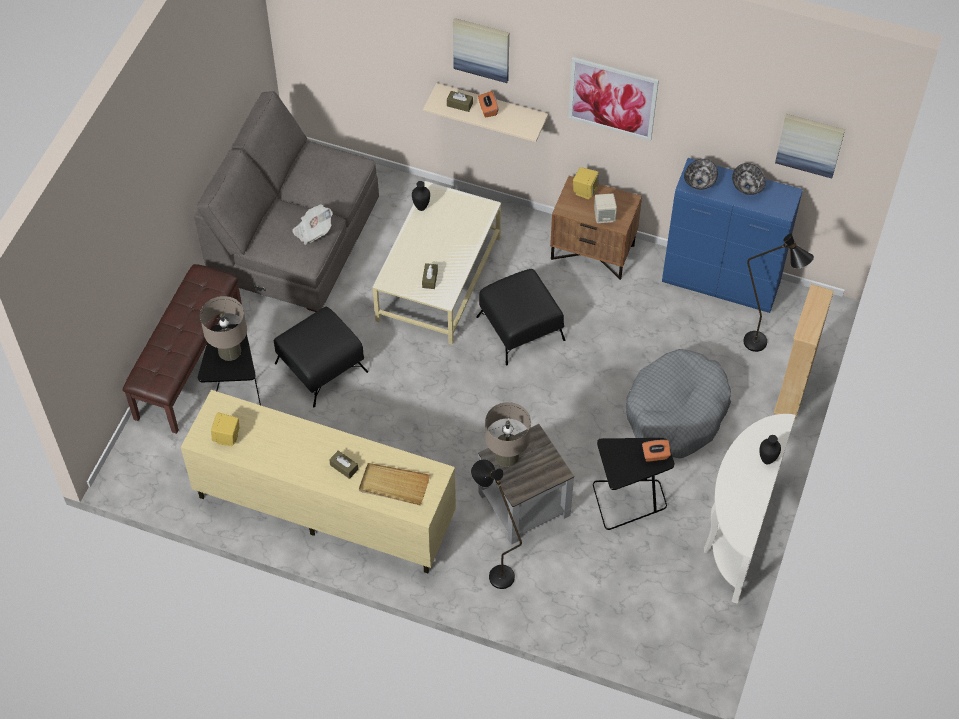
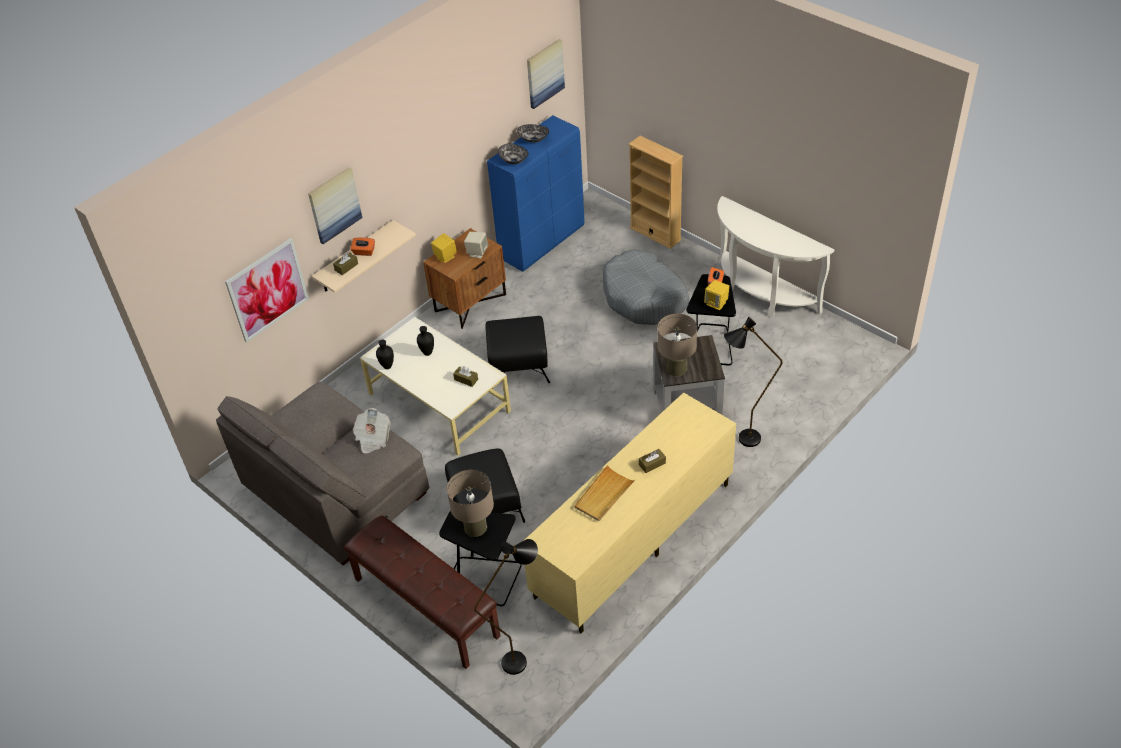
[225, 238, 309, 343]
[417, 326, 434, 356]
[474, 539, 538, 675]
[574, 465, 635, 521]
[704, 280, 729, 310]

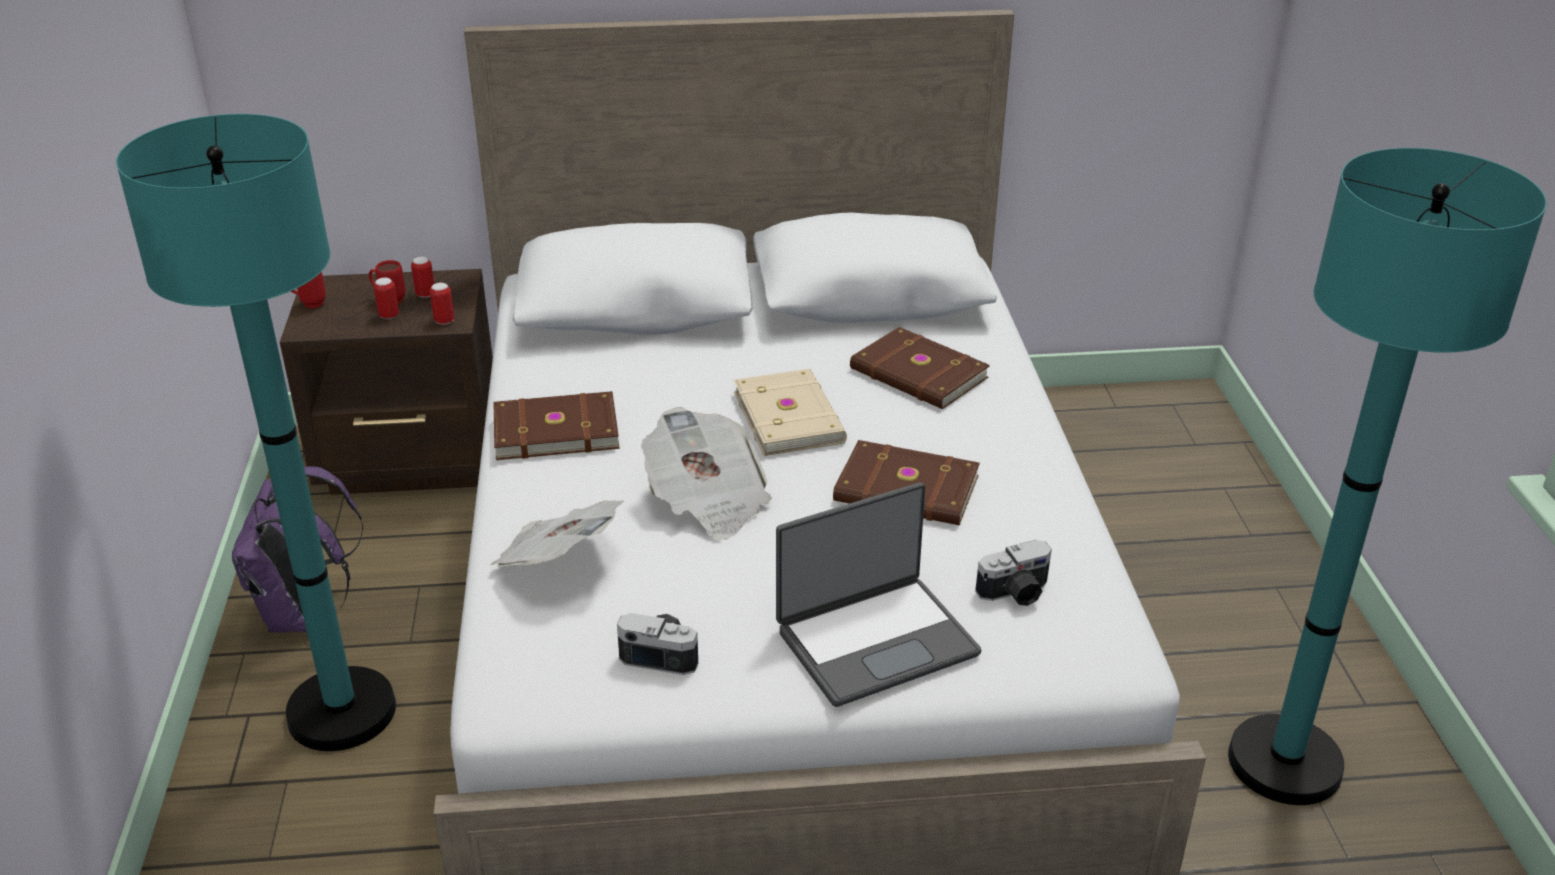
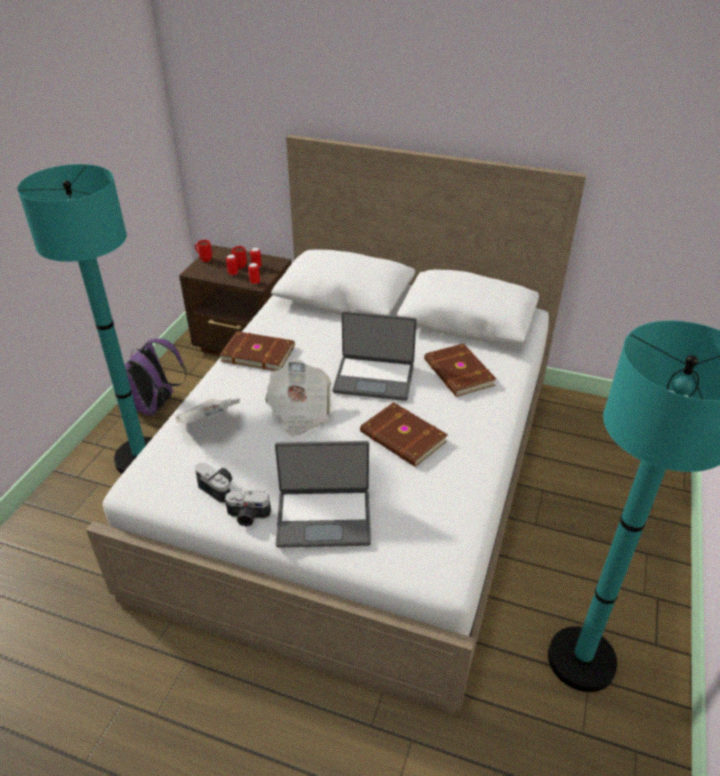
[225, 490, 271, 526]
[332, 311, 417, 401]

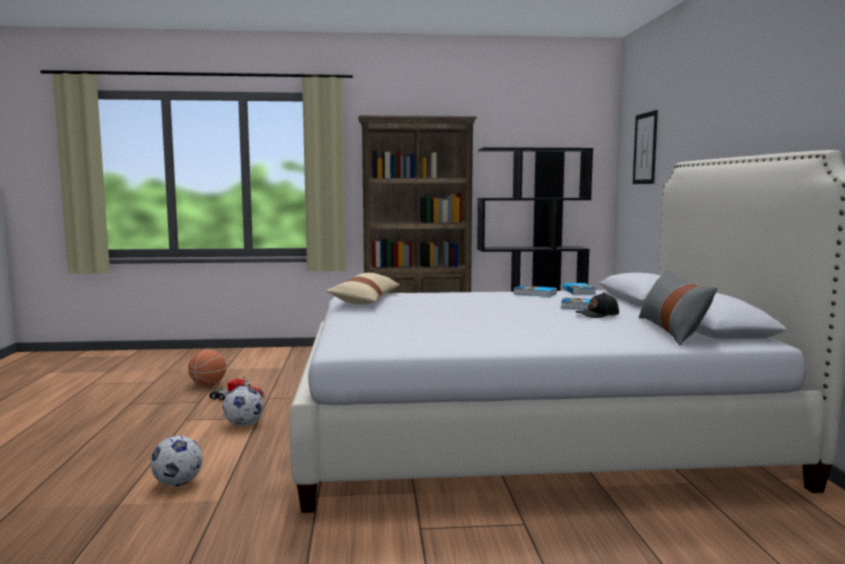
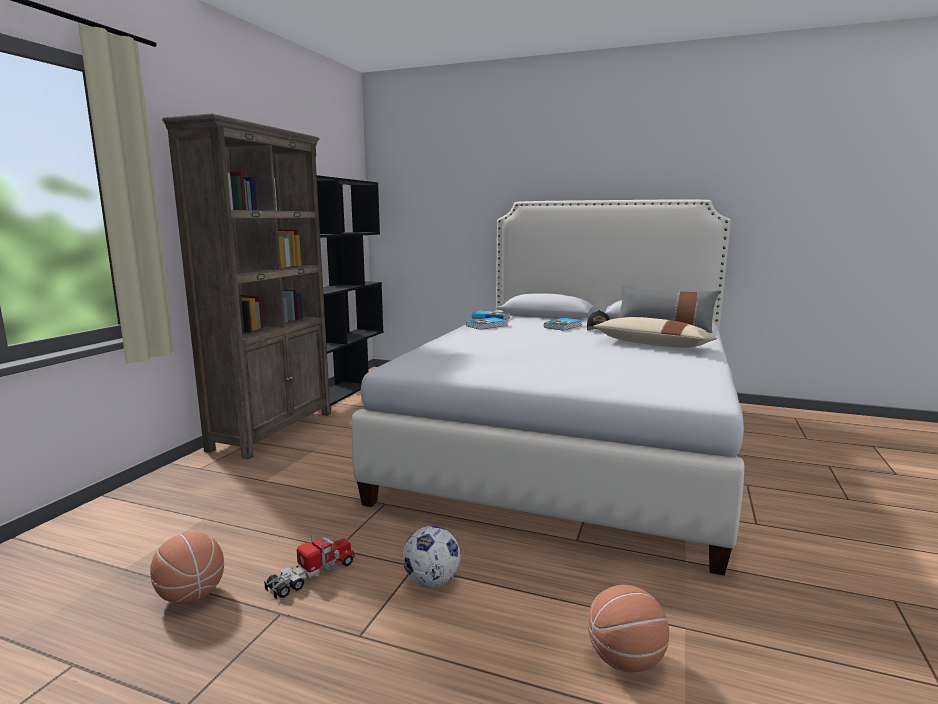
[588, 585, 669, 673]
[593, 317, 717, 348]
[633, 110, 658, 184] (first image)

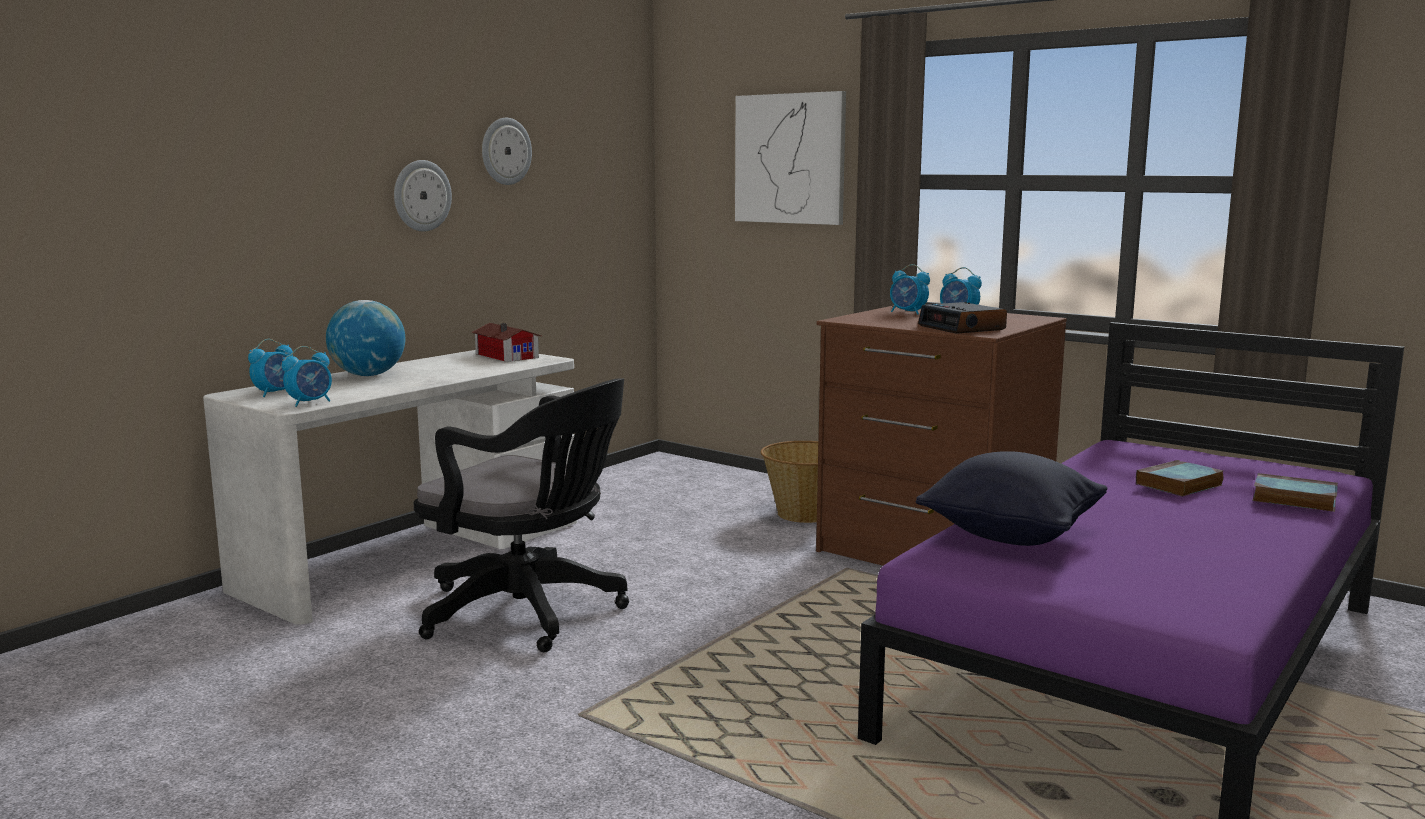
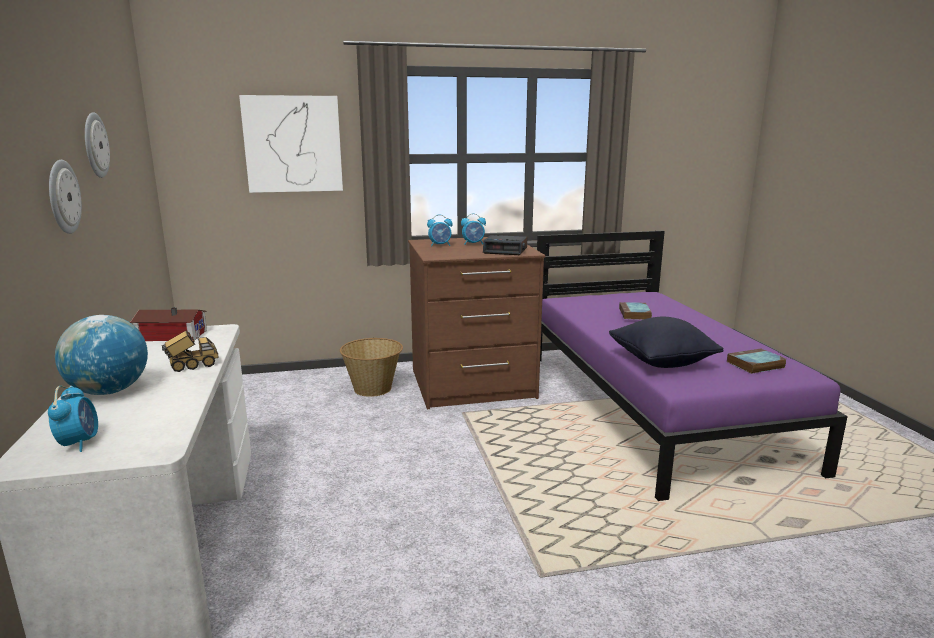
[162, 330, 219, 372]
[727, 348, 786, 374]
[282, 346, 332, 407] (first image)
[414, 378, 629, 652] (first image)

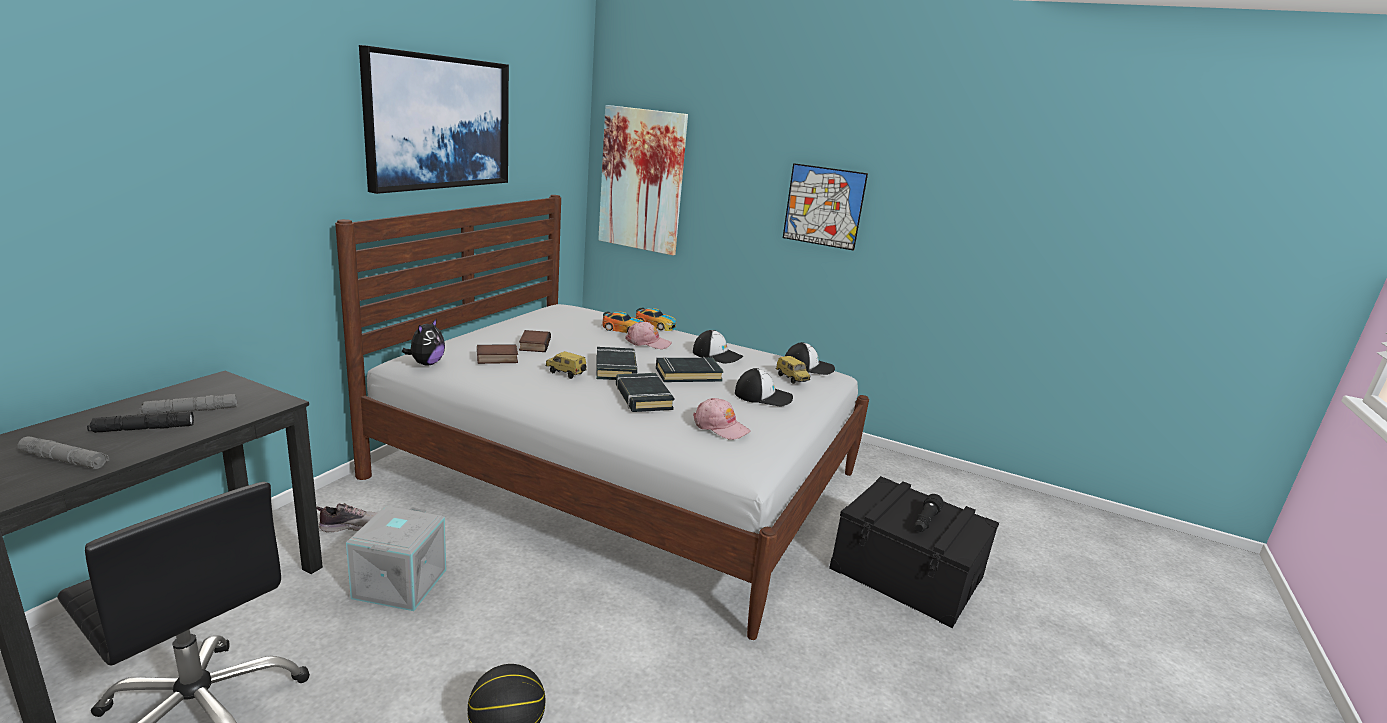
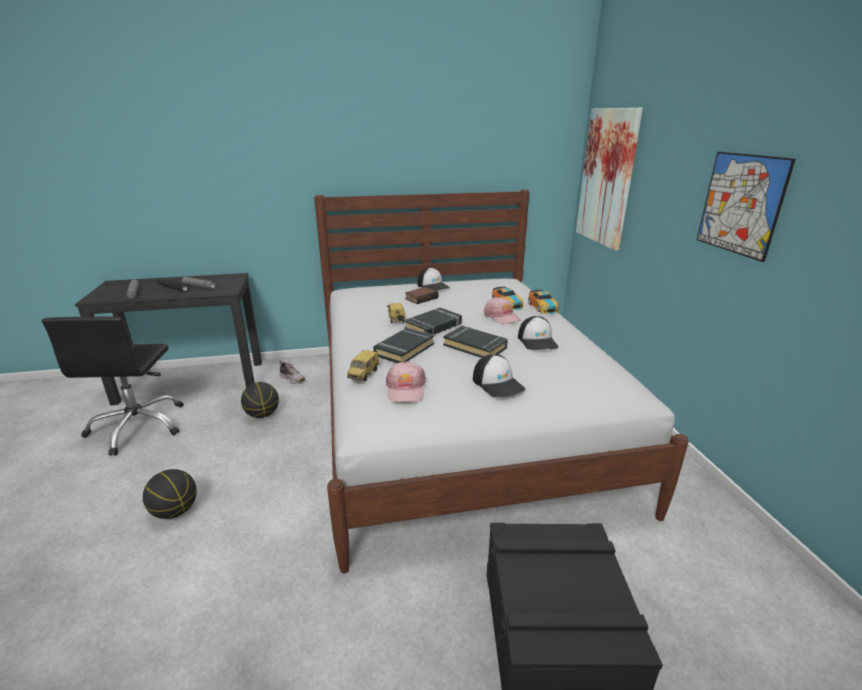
[241, 382, 279, 418]
[347, 350, 380, 381]
[417, 268, 450, 291]
[359, 45, 509, 194] (first image)
[402, 318, 445, 366] (first image)
[477, 344, 518, 364] (first image)
[914, 494, 944, 532] (first image)

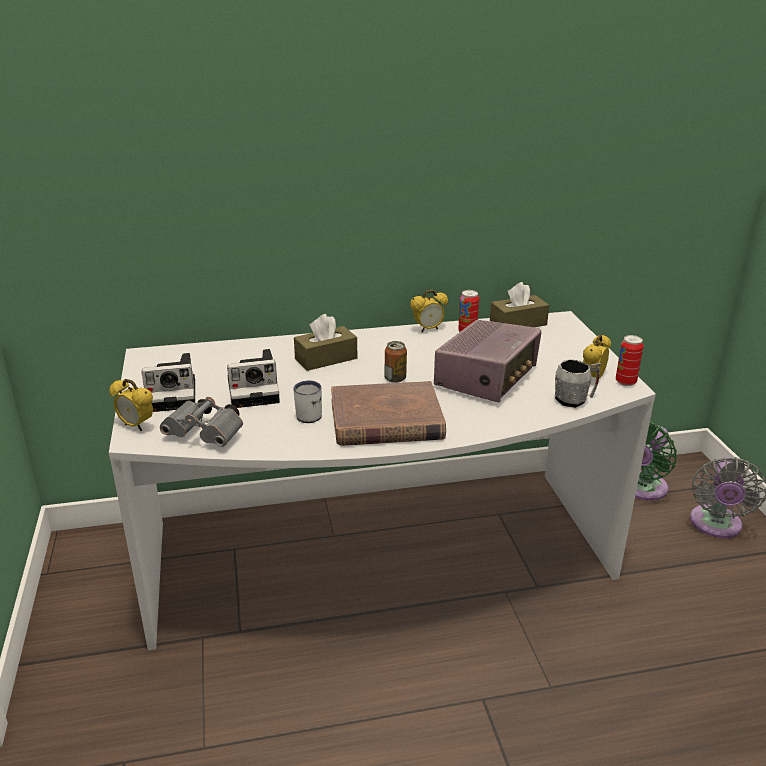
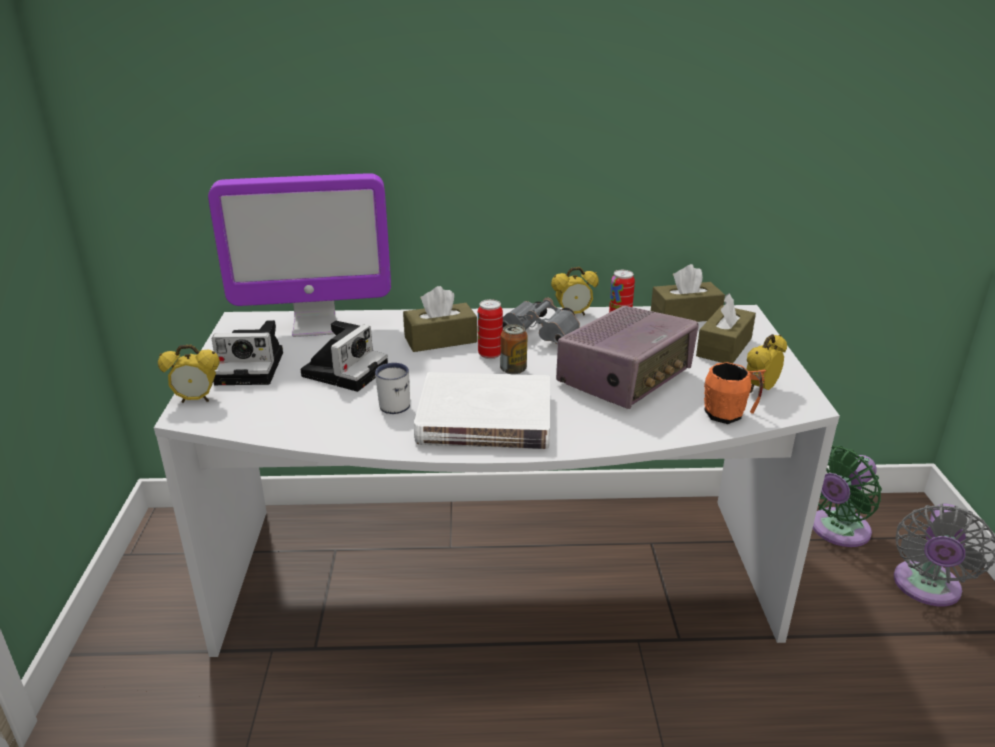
[158, 344, 220, 403]
[208, 173, 391, 337]
[300, 321, 388, 392]
[414, 372, 550, 449]
[478, 299, 503, 359]
[503, 297, 580, 344]
[696, 293, 756, 363]
[704, 362, 766, 424]

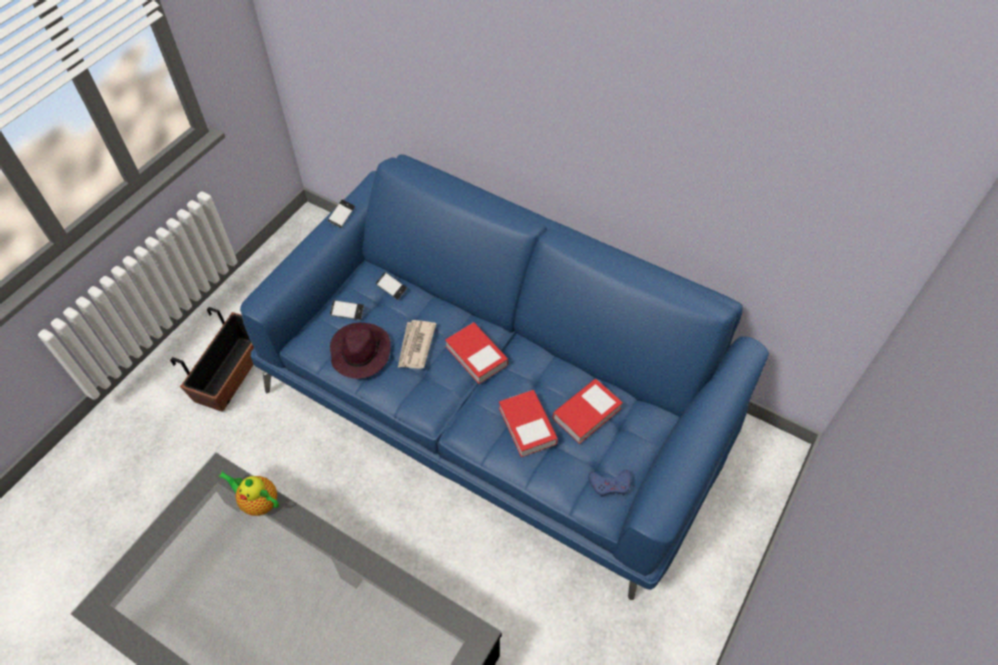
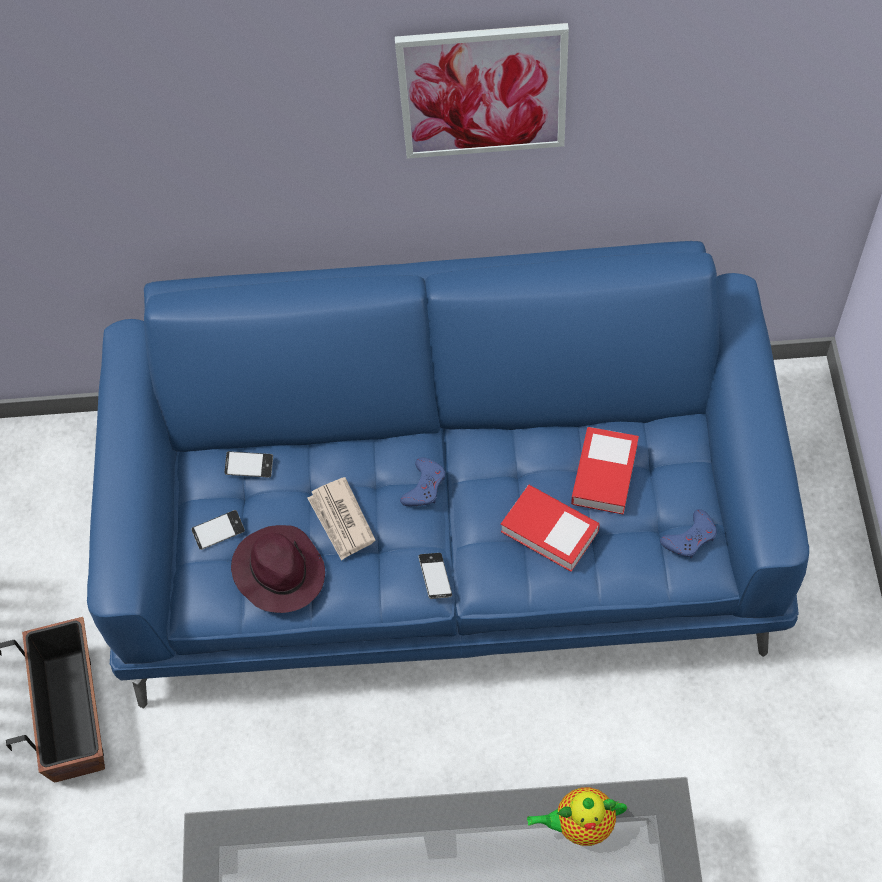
[395, 23, 569, 158]
[400, 457, 445, 506]
[418, 553, 452, 599]
[527, 787, 627, 846]

